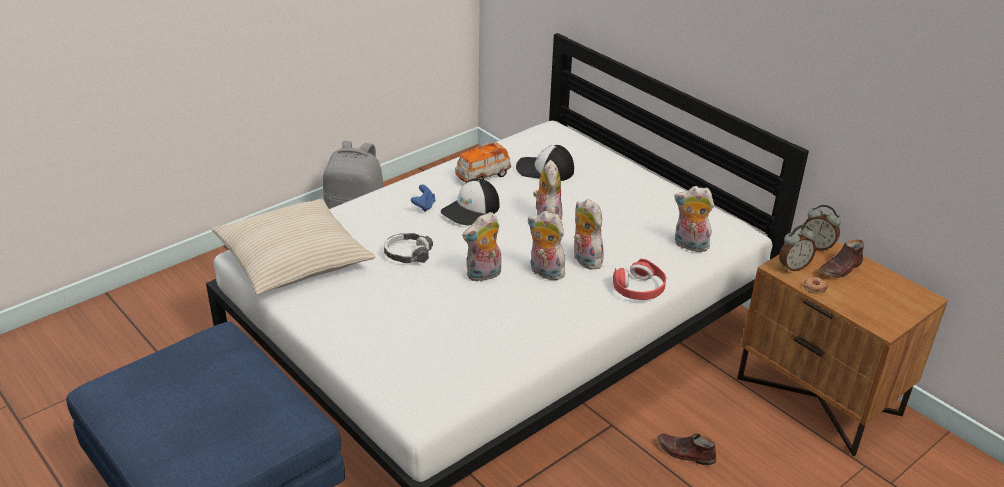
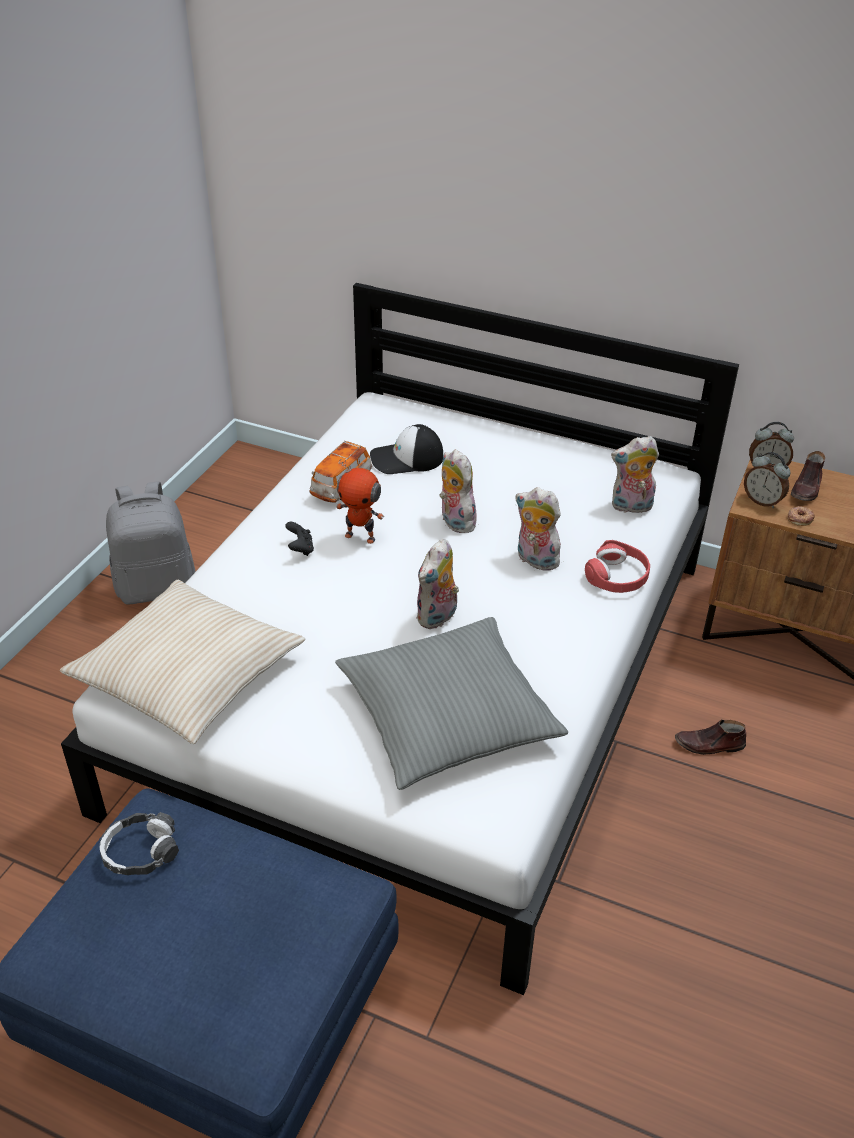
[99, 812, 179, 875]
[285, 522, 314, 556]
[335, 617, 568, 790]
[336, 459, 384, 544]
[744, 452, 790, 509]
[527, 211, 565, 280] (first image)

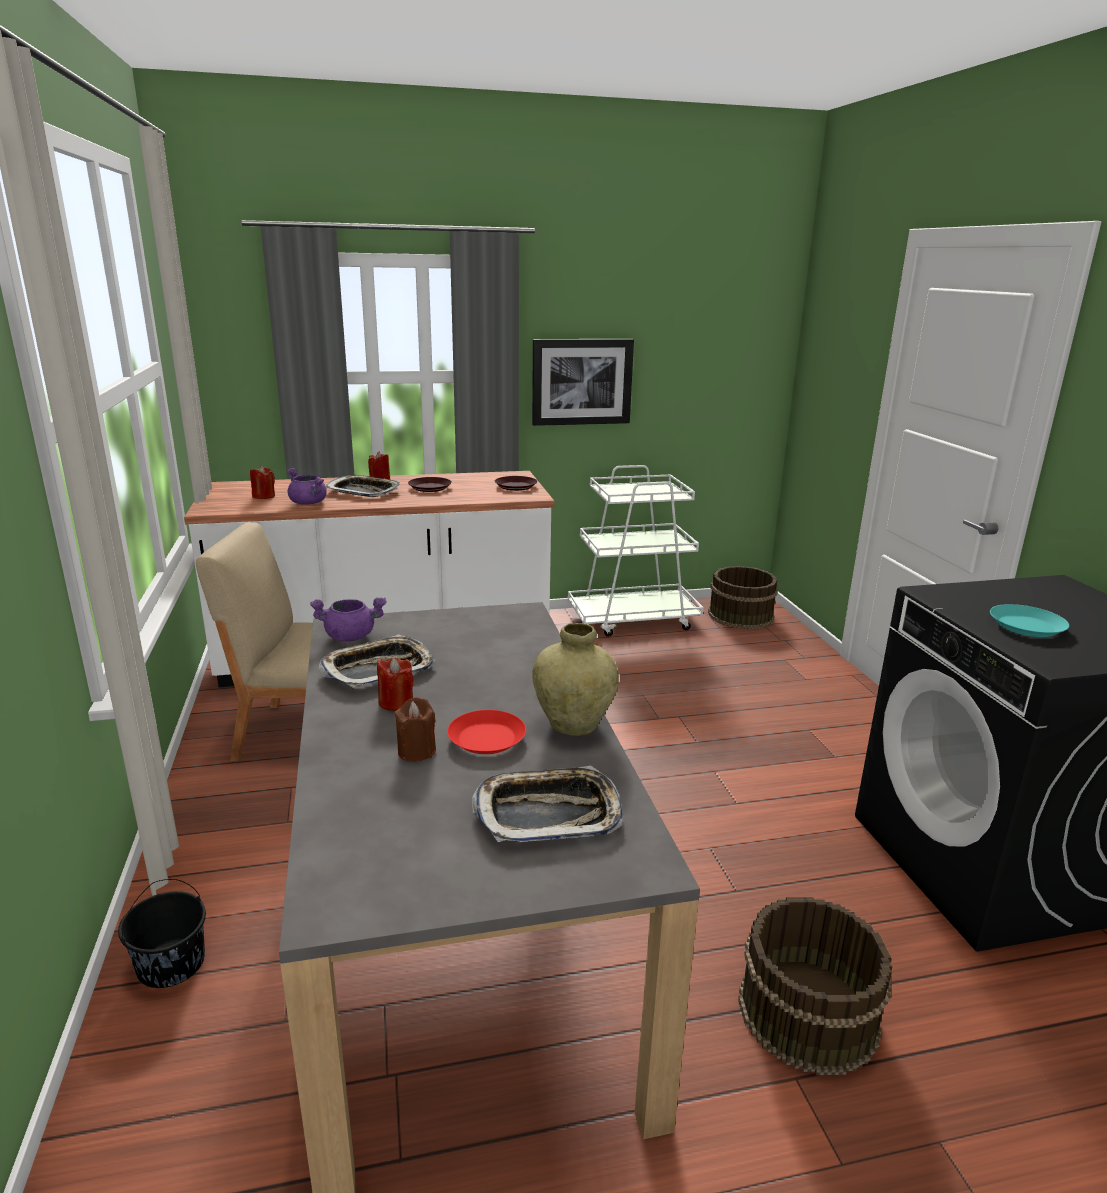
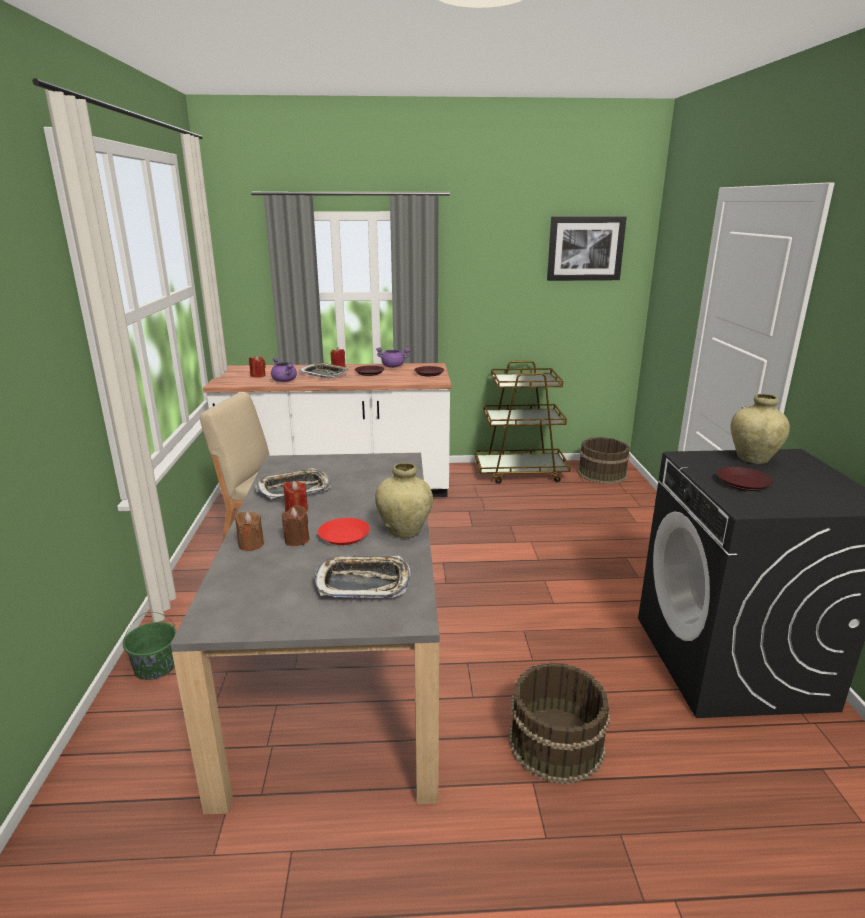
[123, 612, 177, 680]
[235, 512, 264, 551]
[376, 347, 410, 368]
[475, 361, 571, 484]
[547, 216, 627, 281]
[717, 467, 774, 491]
[730, 394, 790, 464]

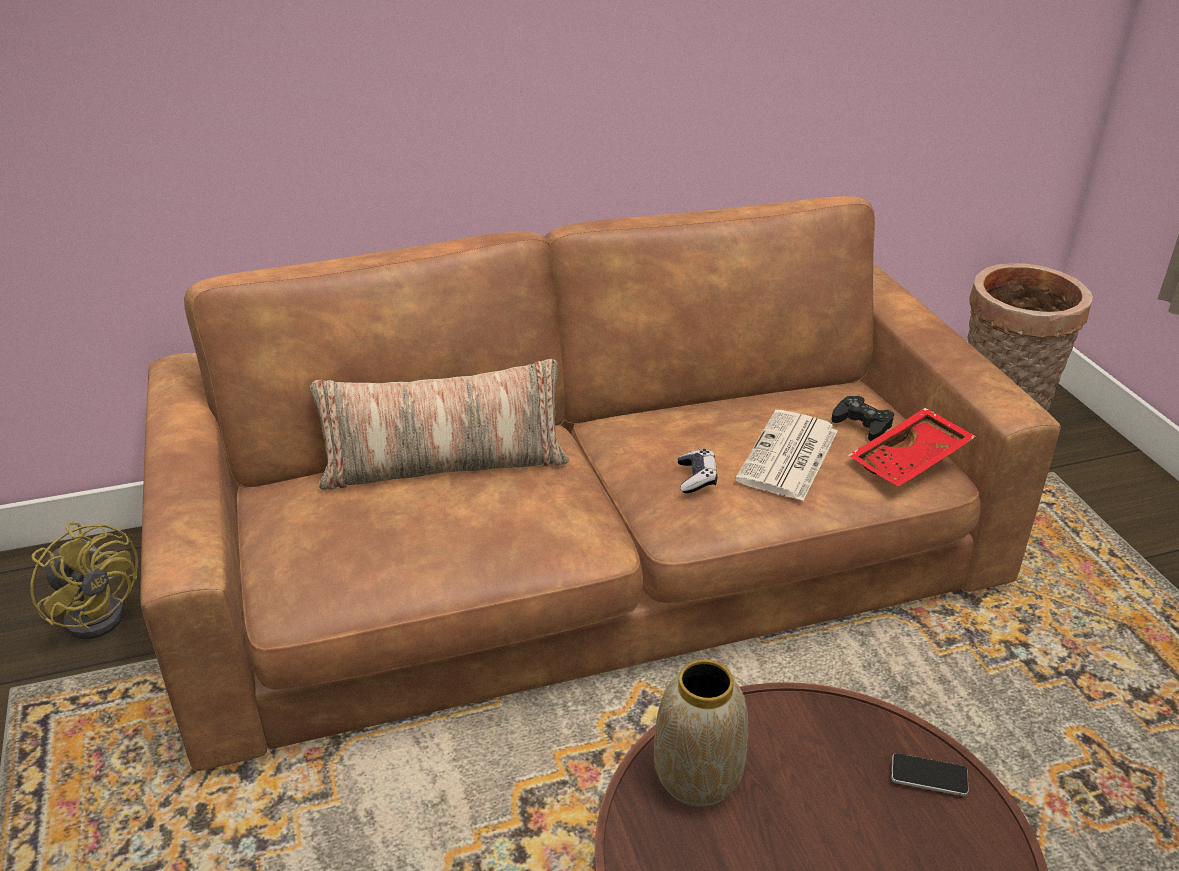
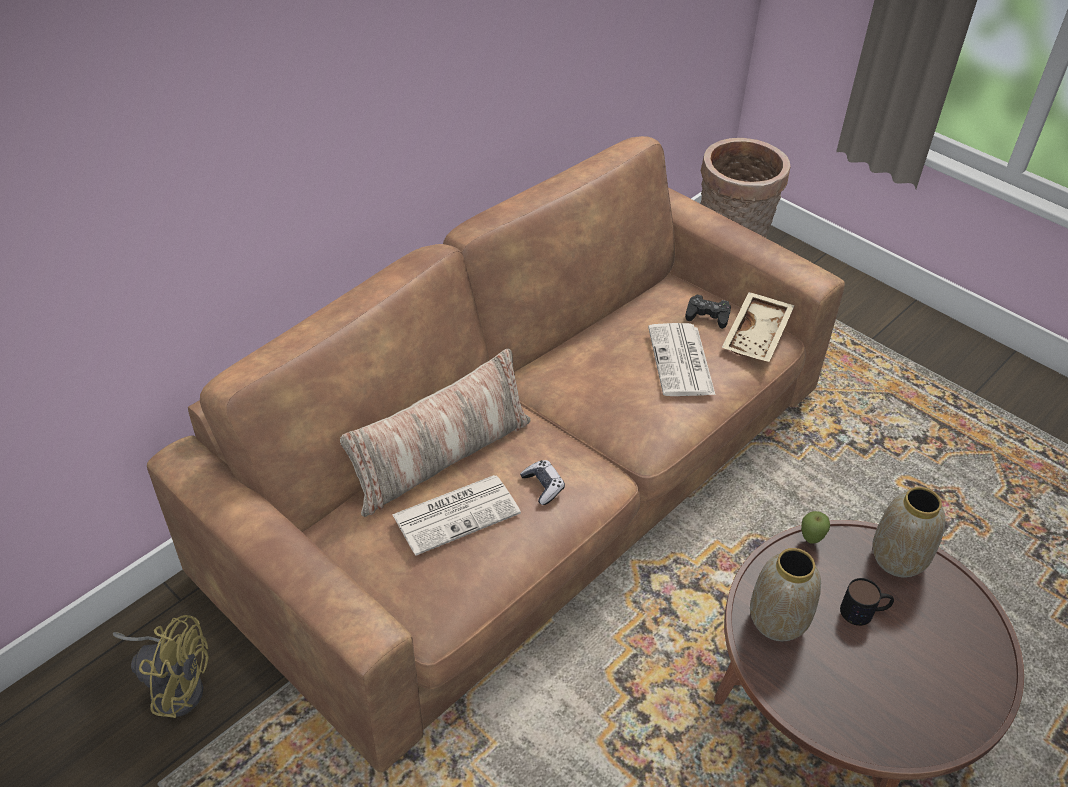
[392, 475, 521, 555]
[520, 460, 565, 505]
[722, 292, 795, 362]
[801, 511, 830, 544]
[840, 578, 894, 626]
[872, 487, 946, 578]

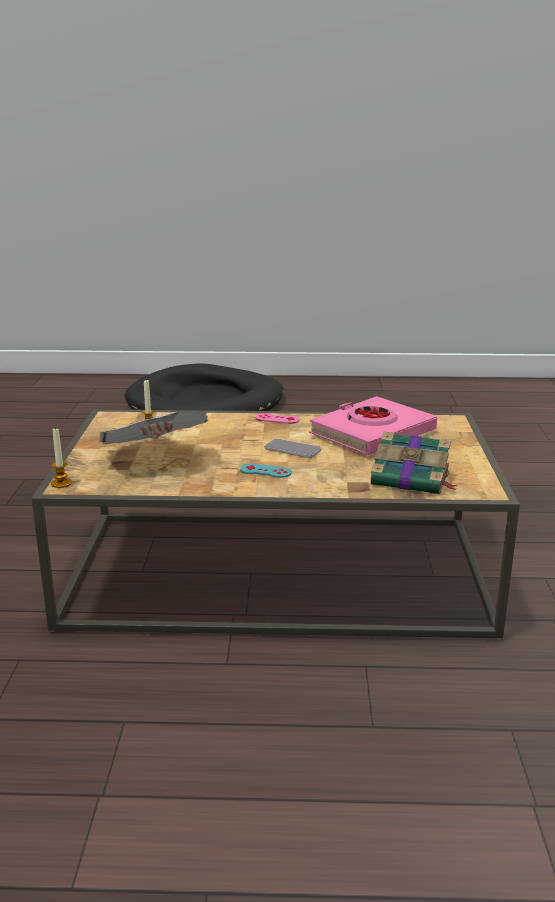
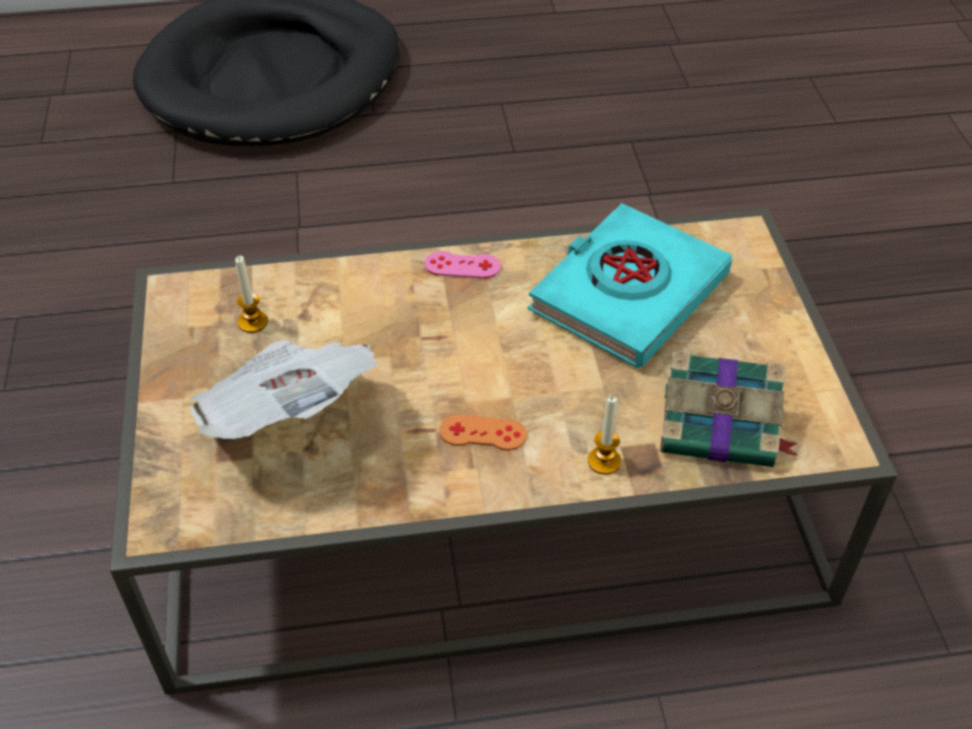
[440, 415, 527, 451]
[527, 203, 732, 368]
[588, 396, 621, 475]
[265, 438, 321, 458] (first image)

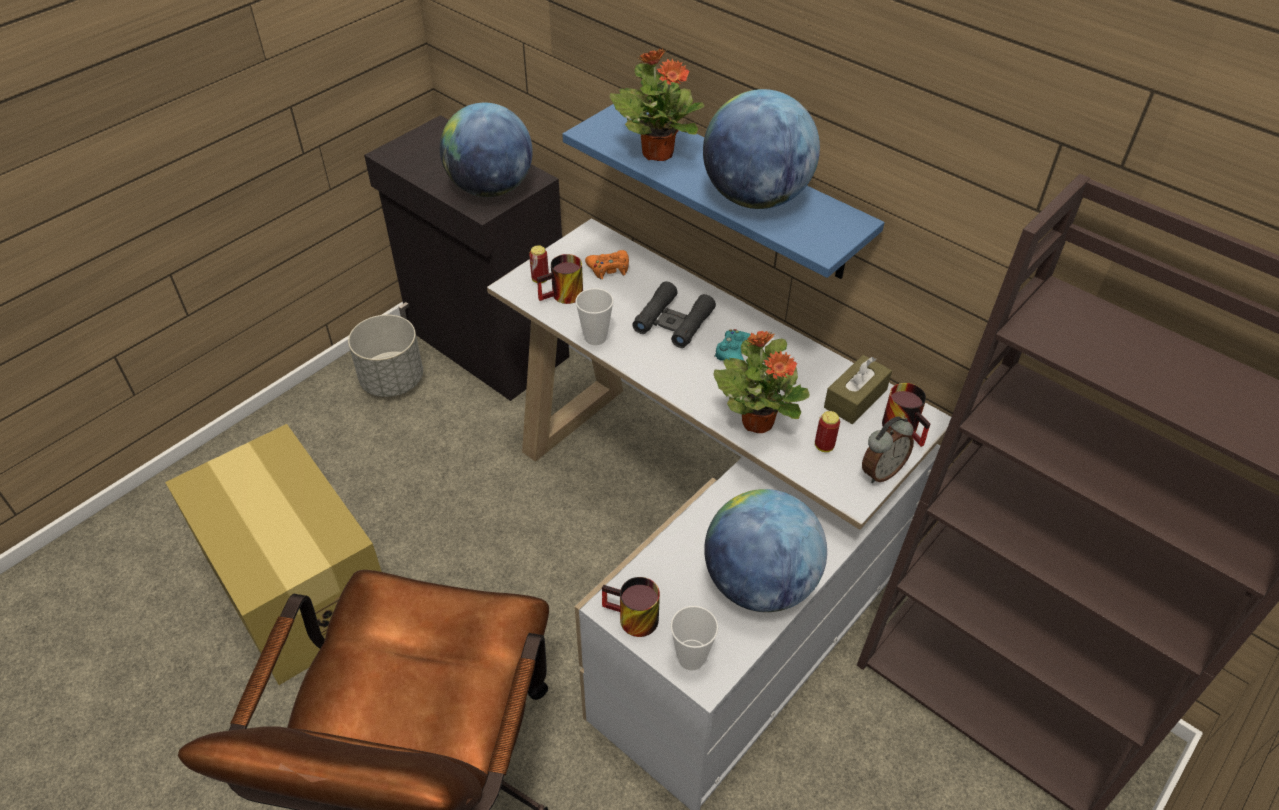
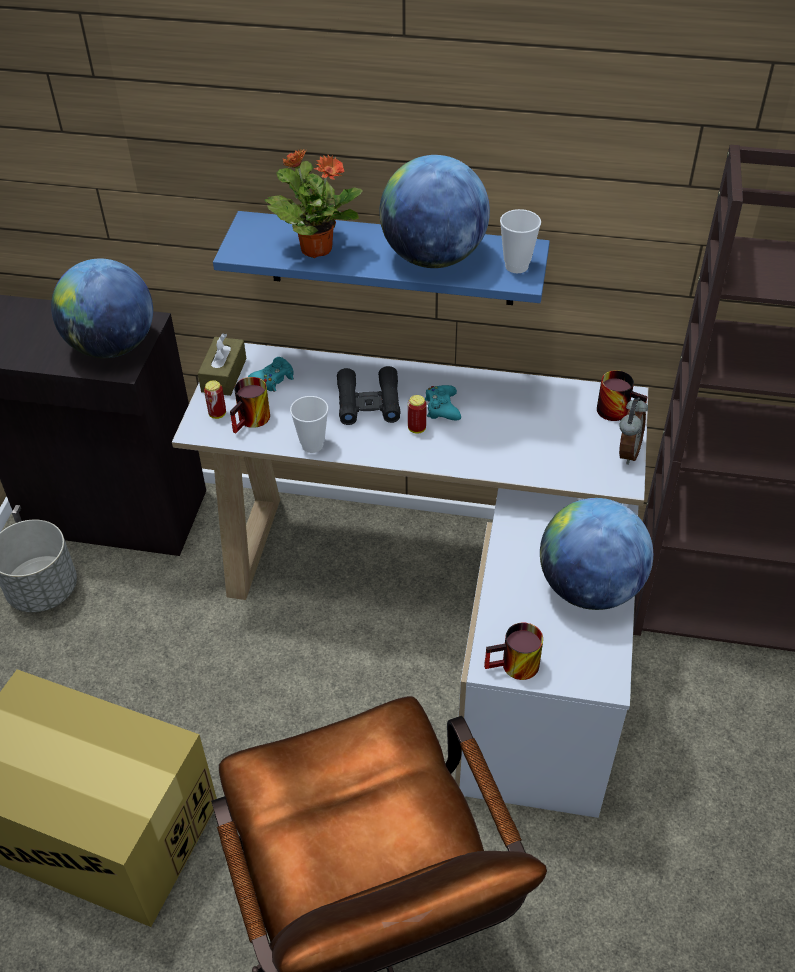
[198, 333, 246, 396]
[248, 357, 294, 392]
[408, 395, 427, 434]
[500, 209, 541, 273]
[713, 331, 810, 433] (first image)

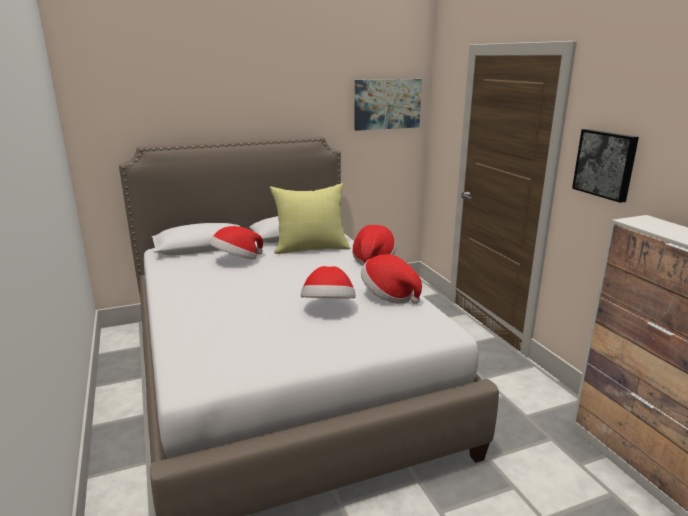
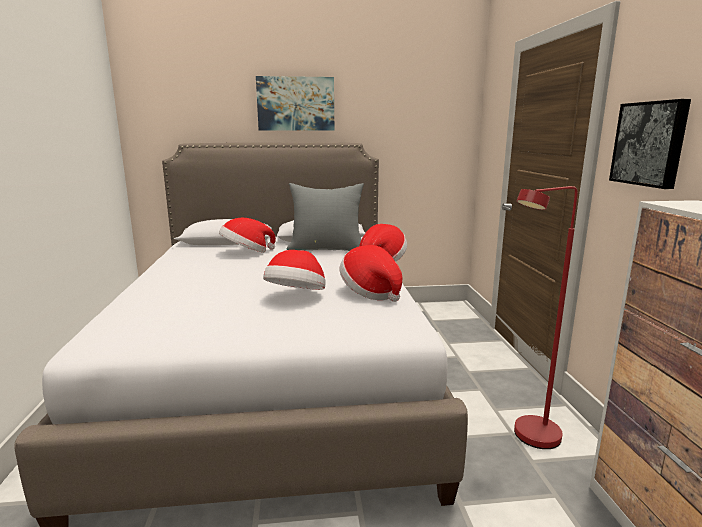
[256, 76, 334, 131]
[287, 183, 364, 251]
[514, 186, 578, 449]

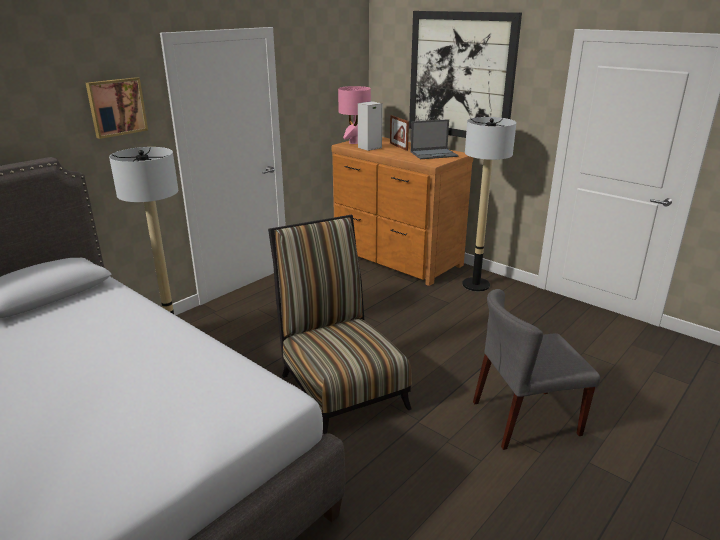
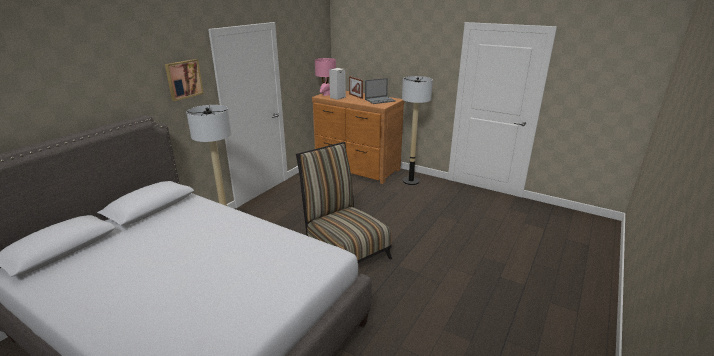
[409, 11, 522, 138] (first image)
[473, 289, 600, 450] (first image)

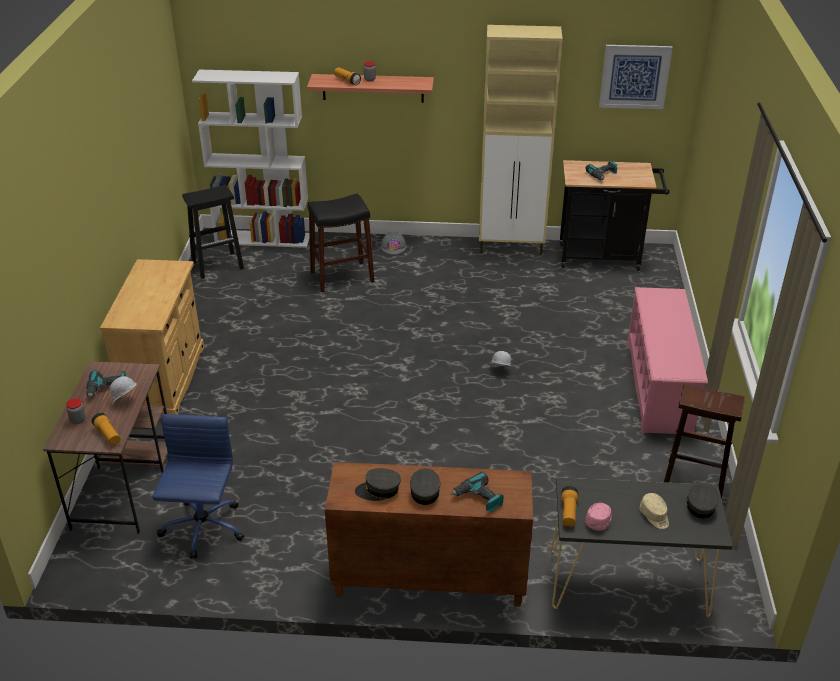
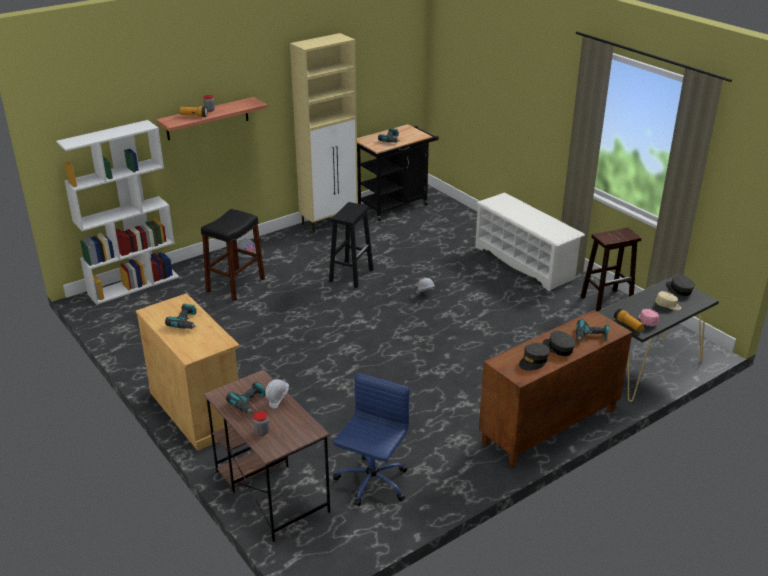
[165, 304, 197, 329]
[329, 202, 374, 288]
[333, 373, 410, 506]
[475, 193, 585, 291]
[92, 413, 120, 446] (first image)
[599, 45, 673, 109] (first image)

